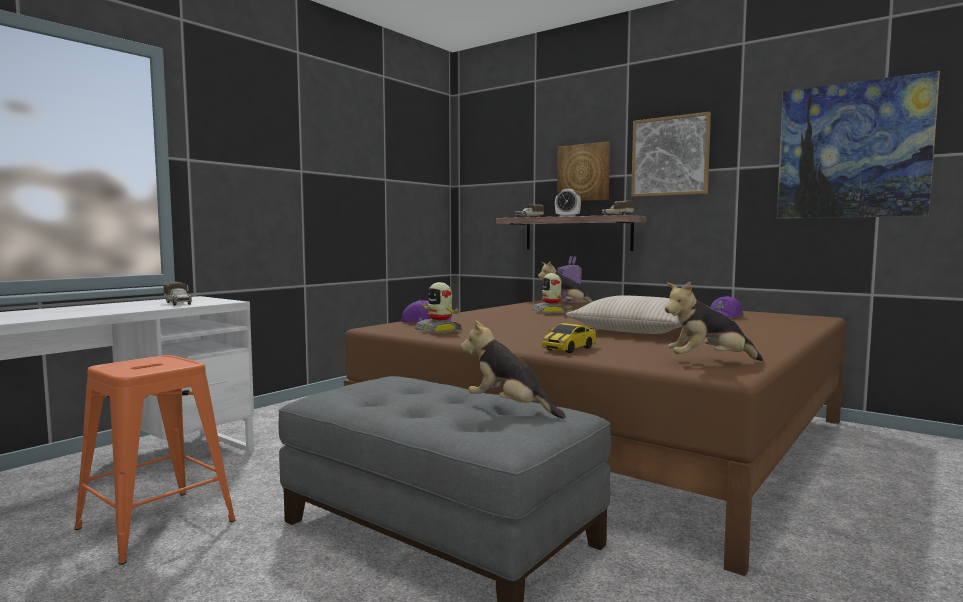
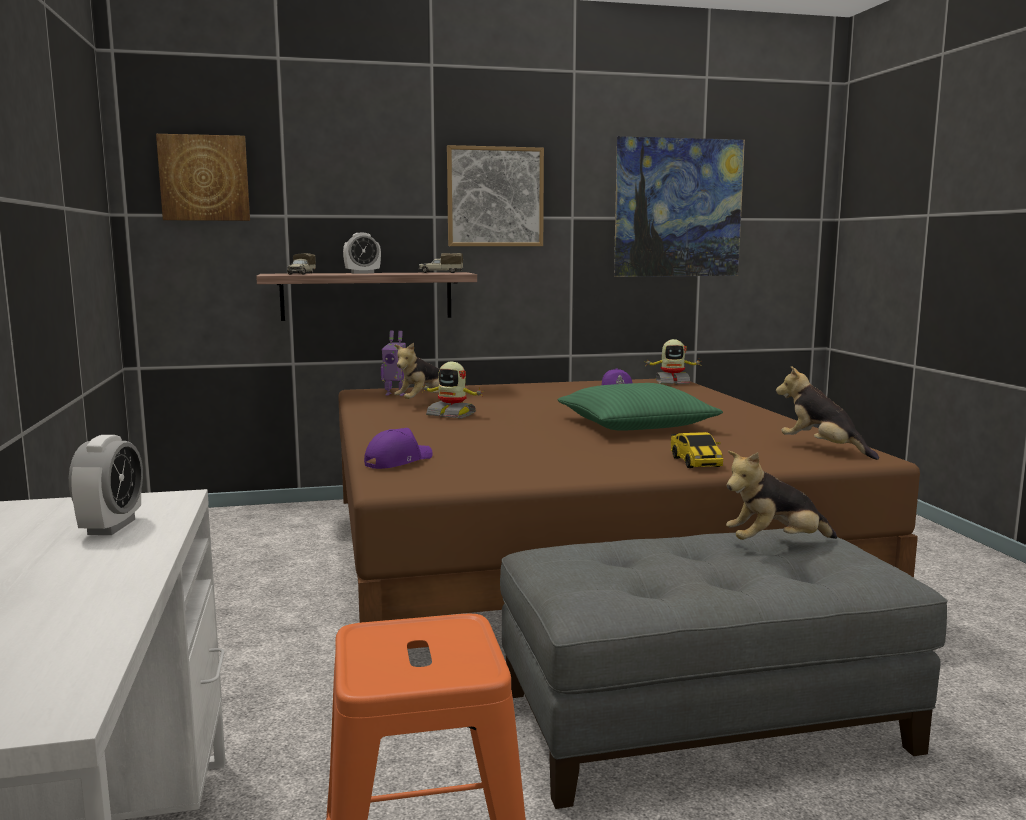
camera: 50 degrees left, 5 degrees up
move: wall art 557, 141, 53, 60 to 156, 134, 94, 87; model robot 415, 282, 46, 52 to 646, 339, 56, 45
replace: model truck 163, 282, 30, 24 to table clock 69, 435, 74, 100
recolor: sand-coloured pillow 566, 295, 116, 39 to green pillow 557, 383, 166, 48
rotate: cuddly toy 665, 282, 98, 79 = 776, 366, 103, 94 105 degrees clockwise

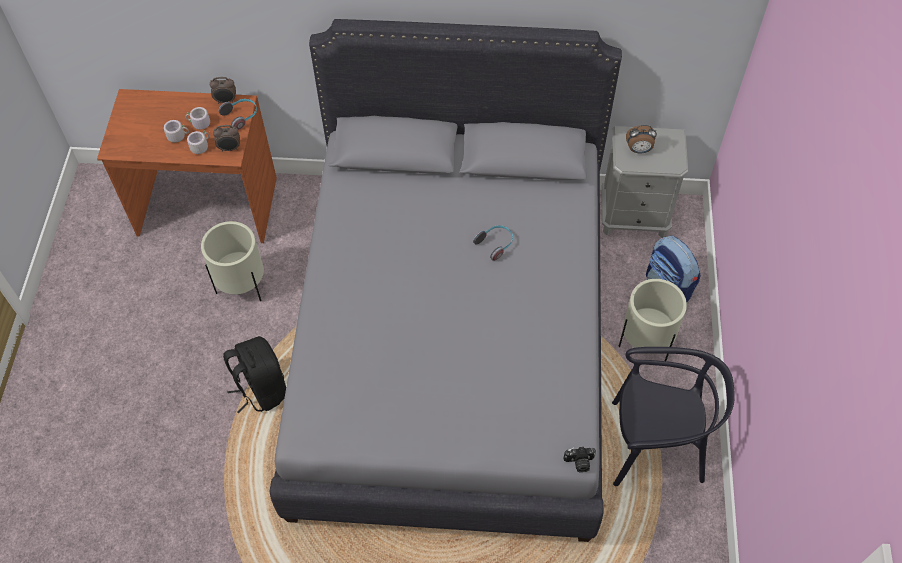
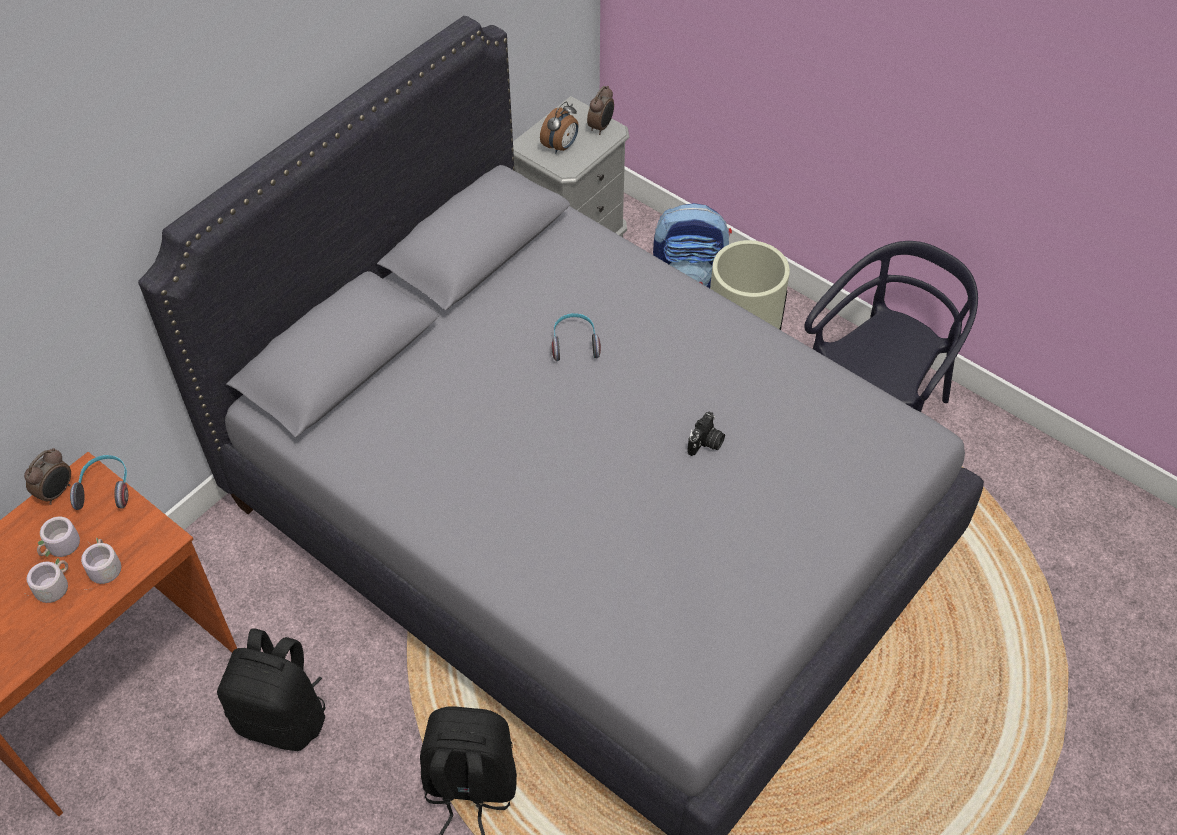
camera: 55 degrees left, 5 degrees down
move: table clock 213, 125, 27, 27 to 587, 86, 27, 49; photo camera 564, 447, 32, 26 to 687, 411, 38, 45
replace: sand-coloured planter 201, 221, 63, 80 to blackish rucksack 217, 628, 109, 123

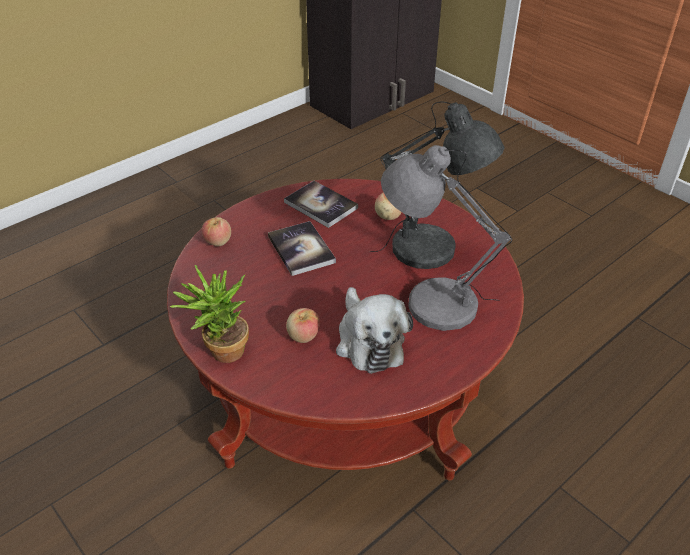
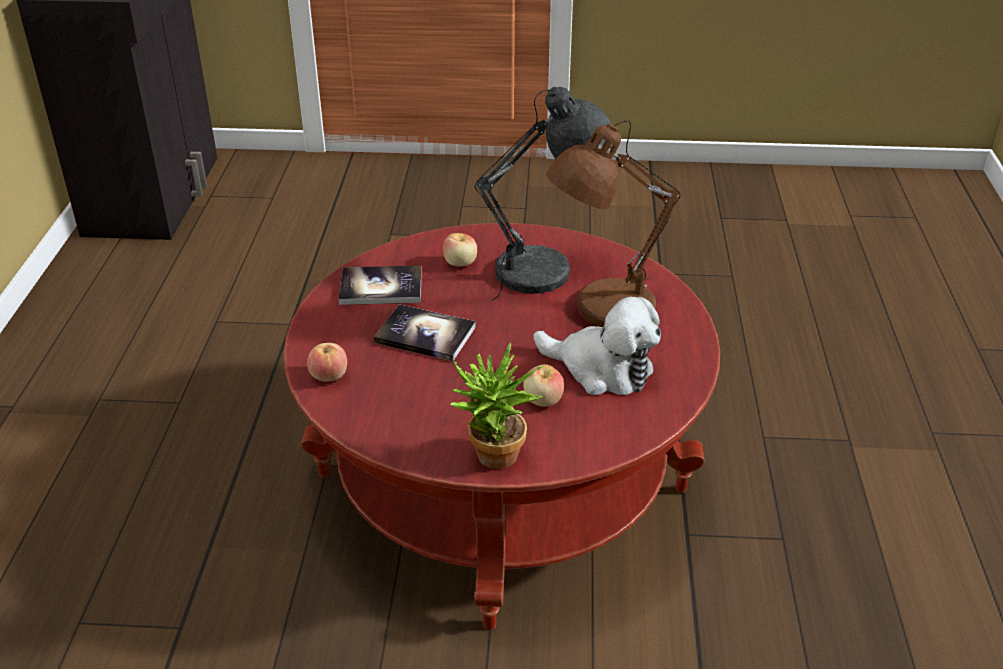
camera: 45 degrees left, 5 degrees down
recolor: grey table lamp 381, 145, 131, 186 to brown-coloured table lamp 546, 120, 135, 207

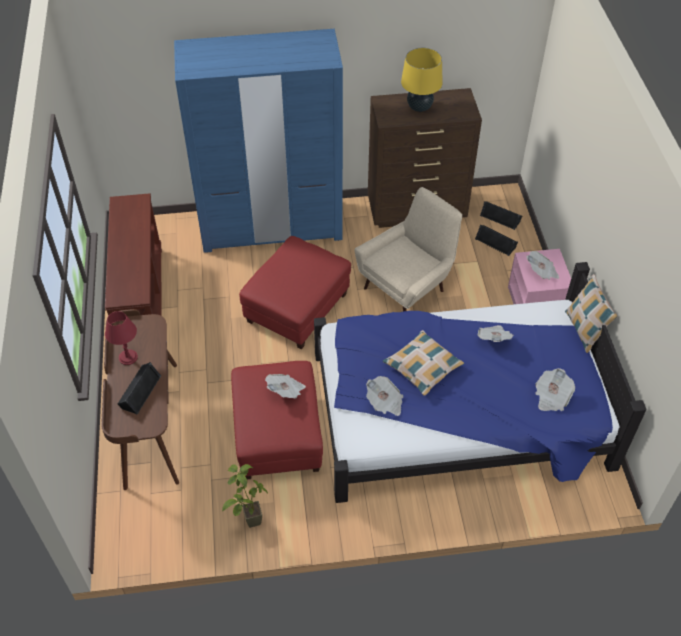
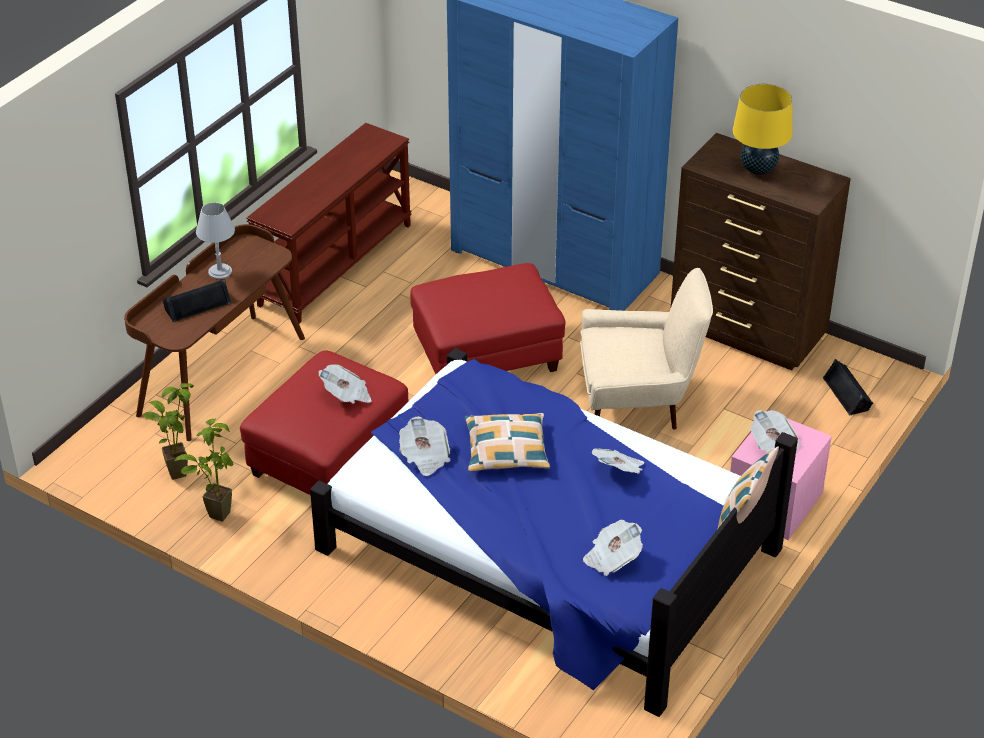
camera: 40 degrees right, 10 degrees down
delete: blackish loudspeaker 475, 225, 43, 31
insert: plant in a pot 143, 383, 51, 97
recolor: red-coloured table lamp 105, 311, 33, 54 to grey table lamp 196, 202, 39, 77

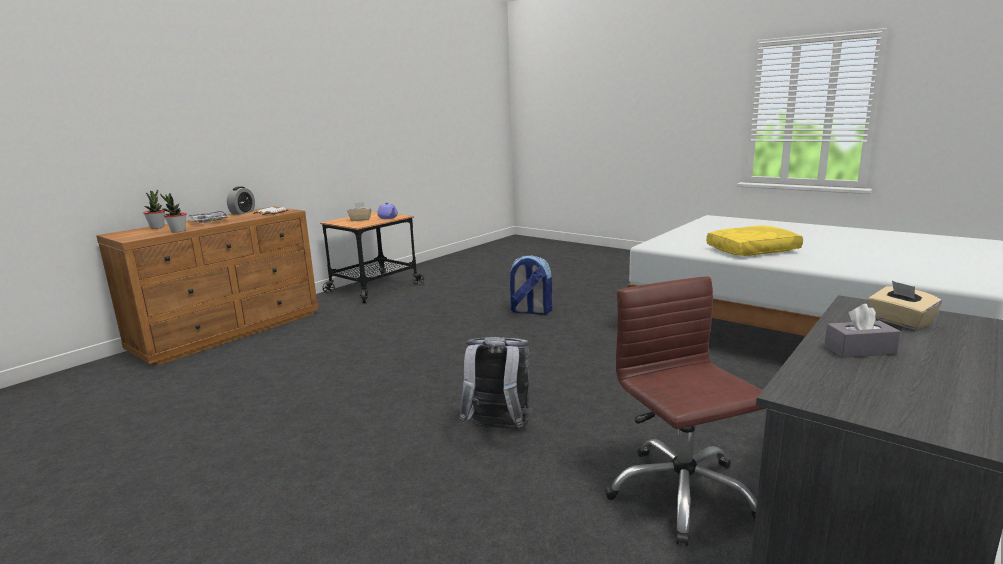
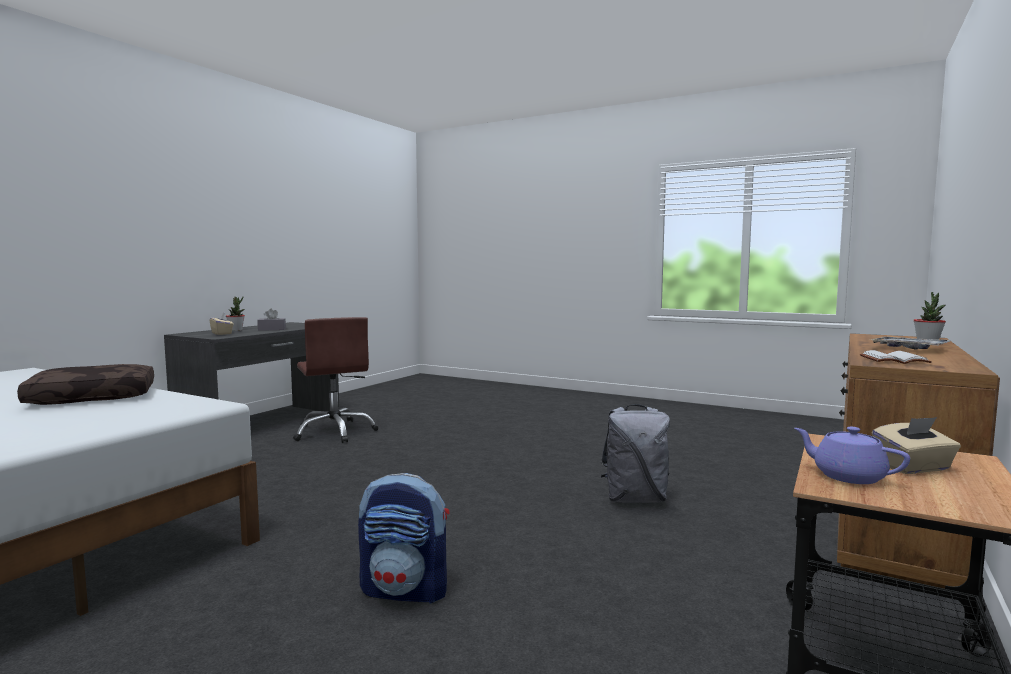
camera: 170 degrees right, 10 degrees down
delete: table clock 227, 187, 28, 28
move: plant in a pot 161, 193, 25, 40 to 226, 297, 19, 34; grey rucksack 459, 337, 74, 92 to 601, 404, 69, 99
recolor: yellow-coloured pillow 706, 225, 97, 31 to brown-coloured pillow 17, 364, 137, 41

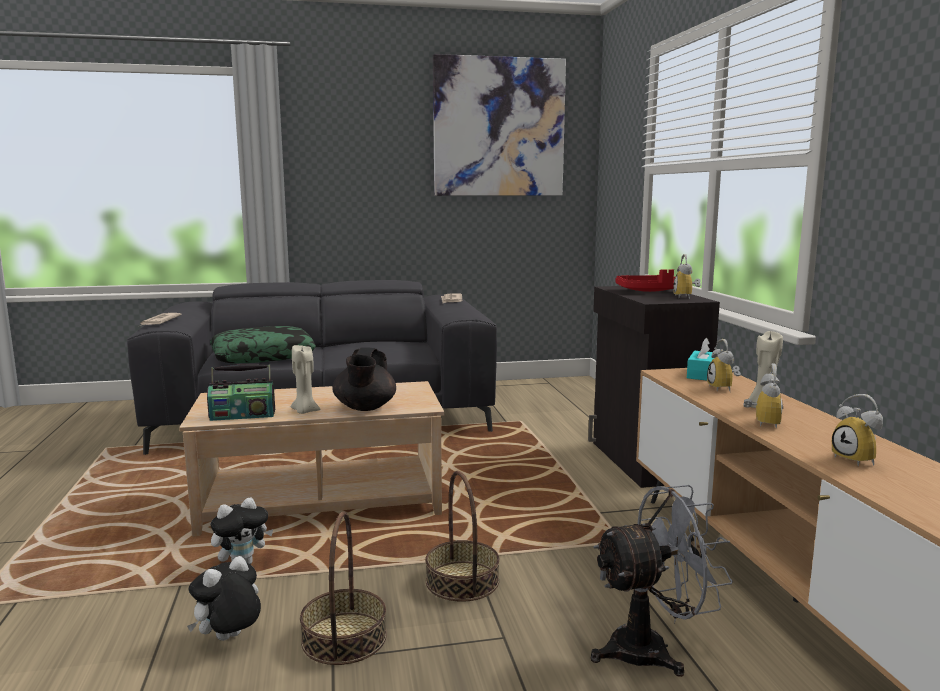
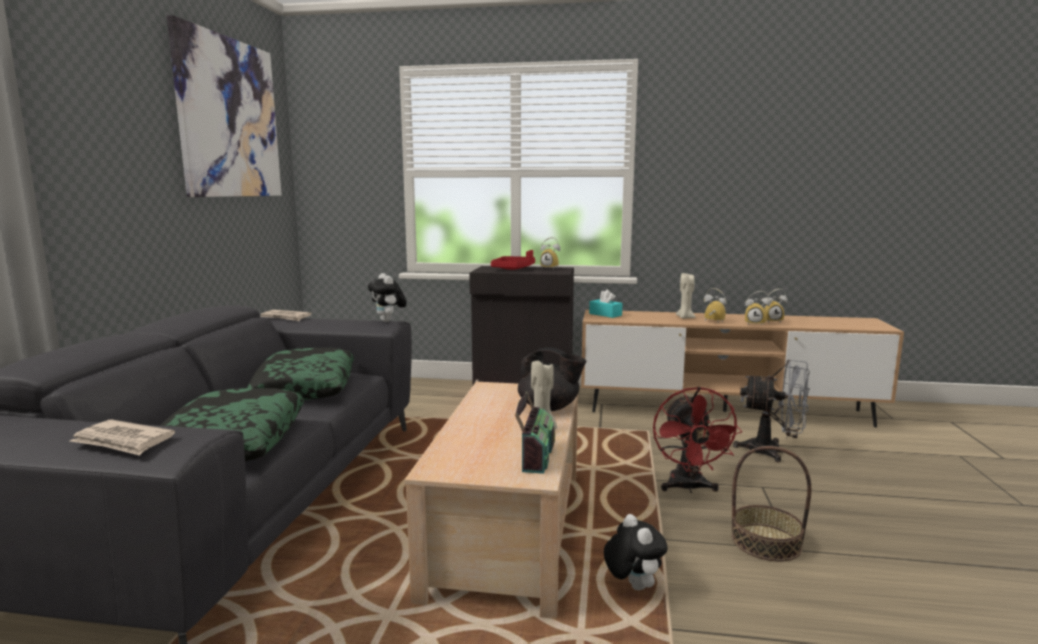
camera: 70 degrees left, 0 degrees up
insert: pillow 247, 348, 107, 52
move: cuddly toy 187, 556, 74, 85 to 368, 273, 39, 49; table clock 707, 339, 34, 52 to 745, 291, 25, 34
replace: household basket 425, 471, 74, 130 to red-coloured electric fan 653, 387, 89, 106
rotate: grey electric fan 591, 485, 142, 192 = 733, 360, 77, 102 105 degrees clockwise

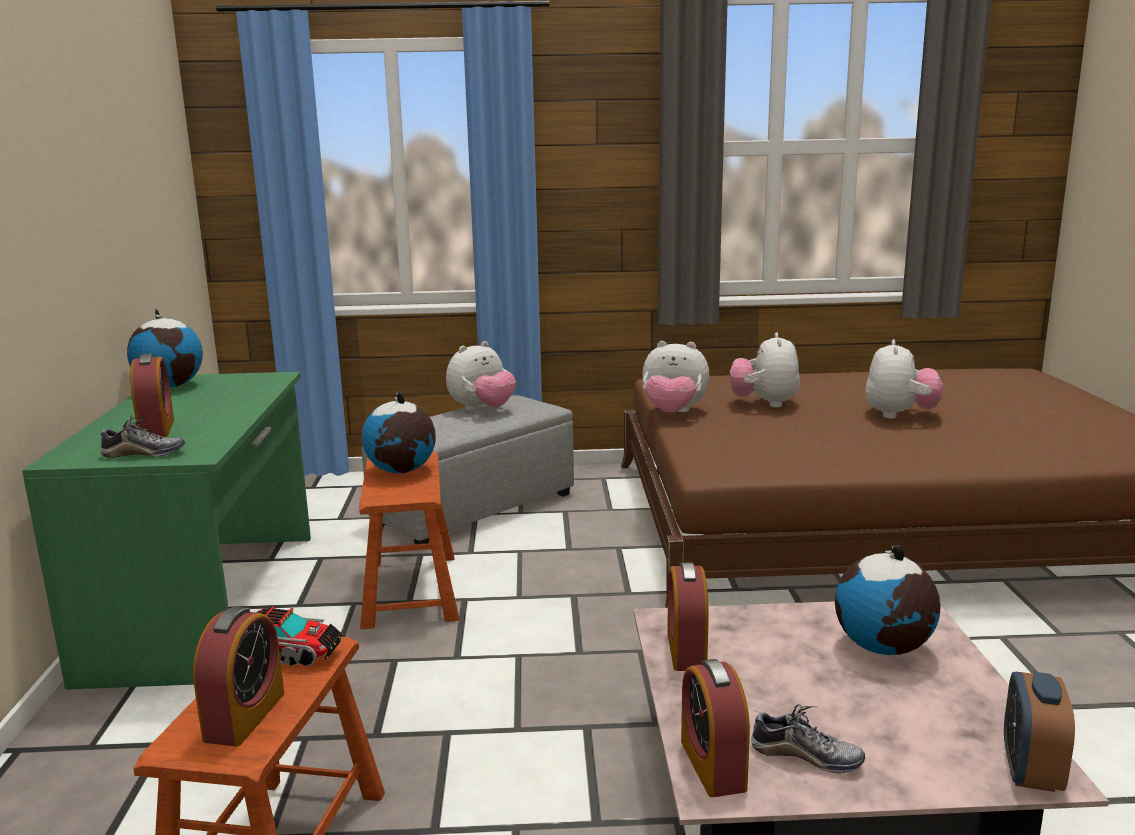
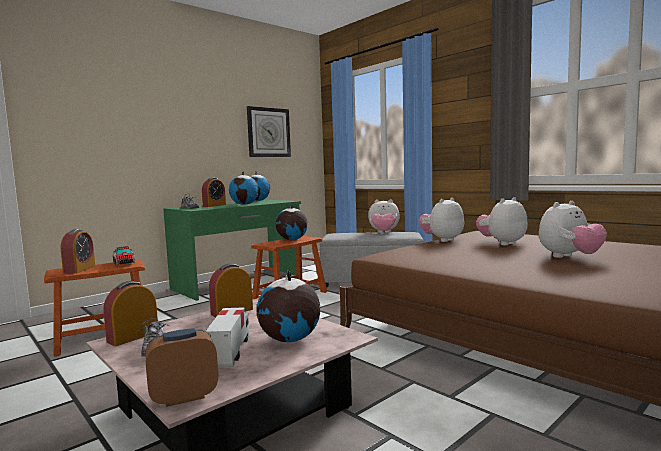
camera: 50 degrees right, 10 degrees down
insert: model truck 206, 307, 43, 61; desk globe 229, 171, 30, 34; clock on the wall 247, 106, 44, 51
rotate: table clock 193, 607, 91, 140 = 61, 229, 34, 45 60 degrees counterclockwise; cuddly toy 642, 341, 67, 72 = 419, 198, 45, 44 75 degrees clockwise

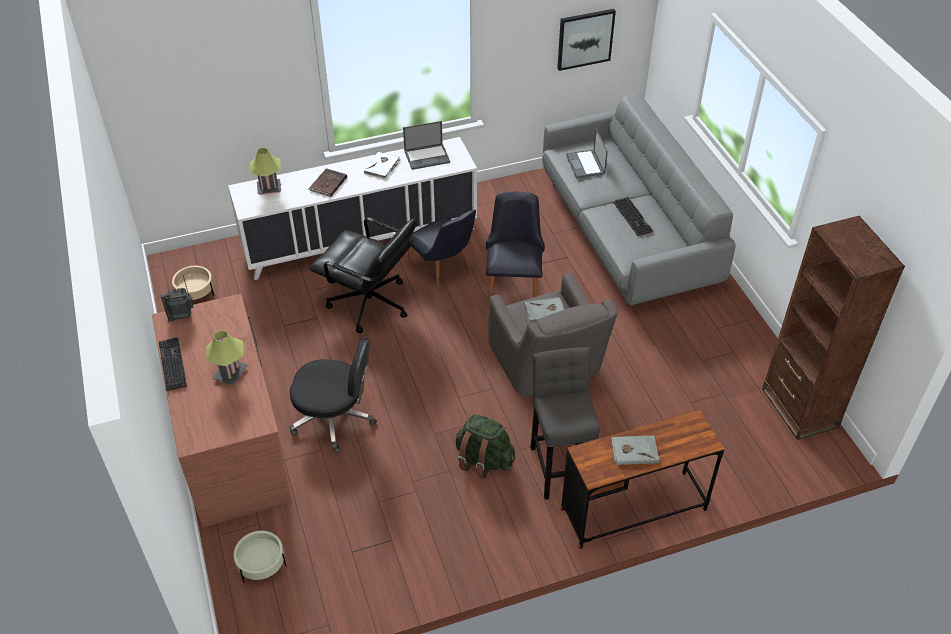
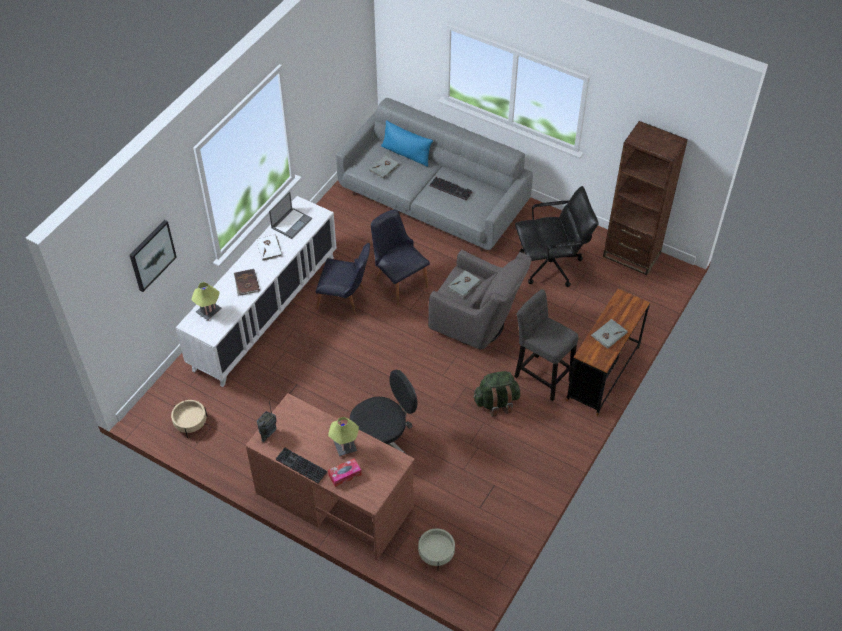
camera: 40 degrees left, 5 degrees up
insert: tissue holder 328, 458, 34, 29; blue pillow 381, 120, 52, 47
move: wall art 557, 9, 59, 62 to 130, 220, 47, 72; blackish computer chair 310, 217, 107, 116 to 515, 186, 84, 101
replace: notebook computer 566, 128, 42, 50 to grey volume 369, 156, 31, 23

